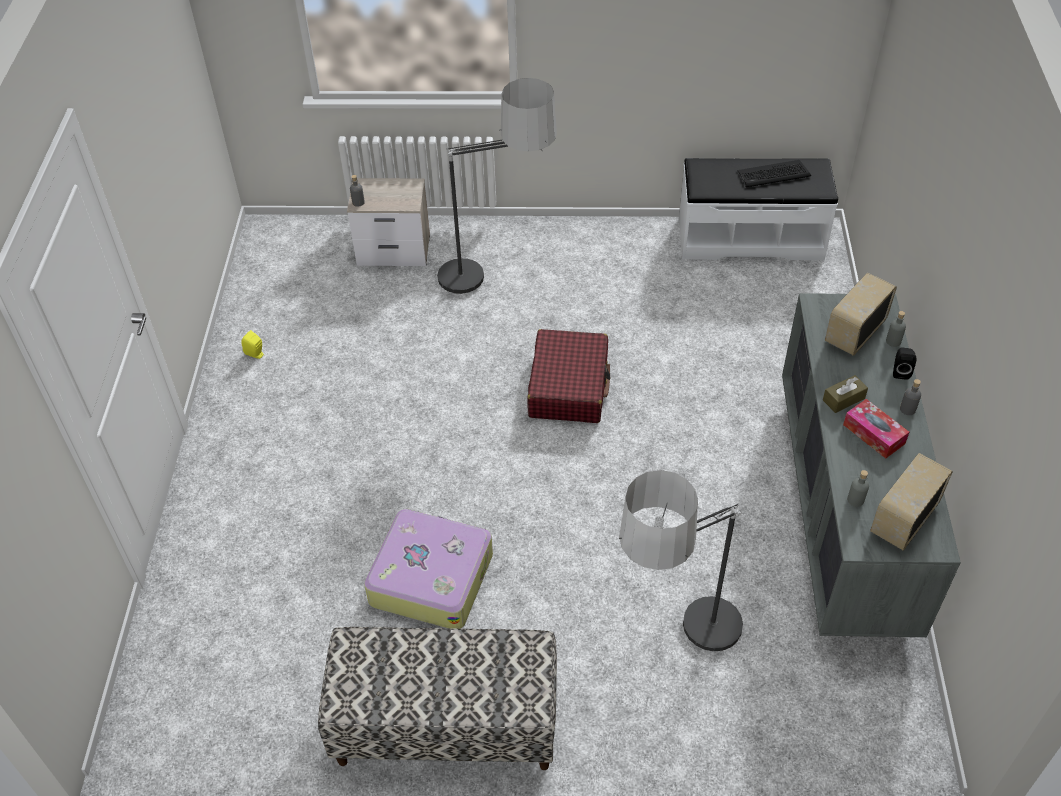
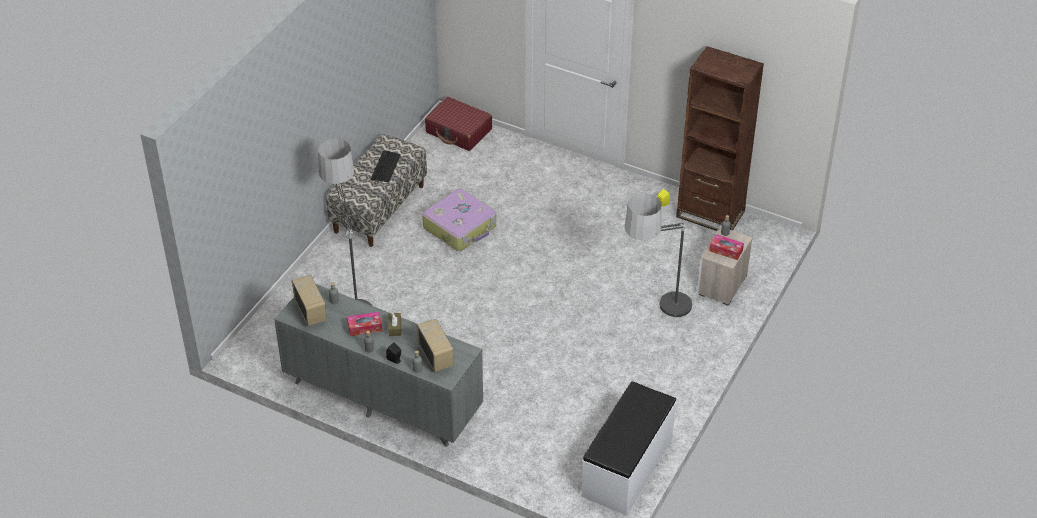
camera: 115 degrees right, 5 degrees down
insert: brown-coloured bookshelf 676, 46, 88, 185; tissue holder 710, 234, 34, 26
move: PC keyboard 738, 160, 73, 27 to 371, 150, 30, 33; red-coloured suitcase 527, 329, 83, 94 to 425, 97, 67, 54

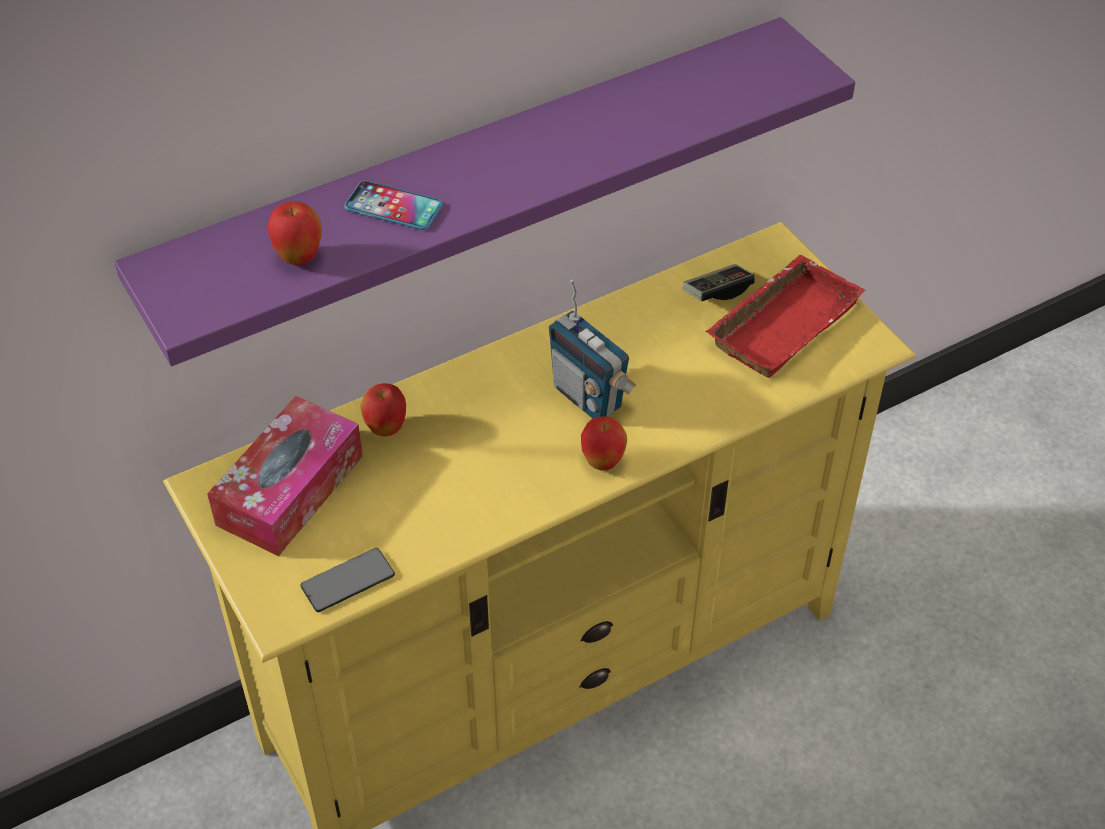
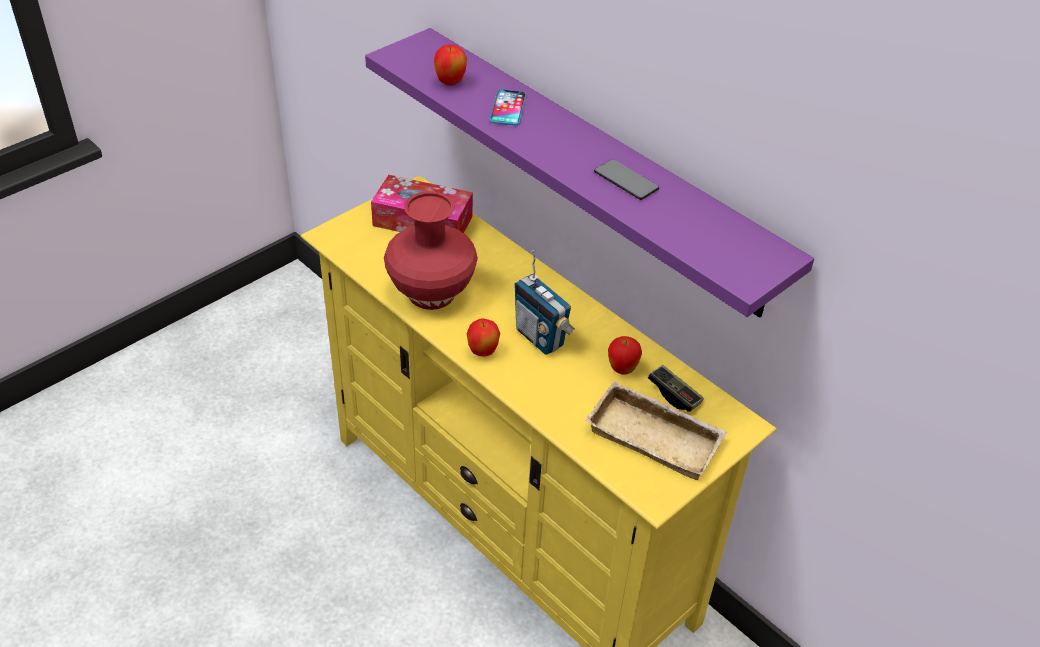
camera: 75 degrees right, 5 degrees down
insert: red-coloured decorative vase 384, 191, 94, 119
move: phone 300, 548, 95, 64 to 594, 159, 65, 41; apple 360, 383, 46, 53 to 608, 336, 34, 39
recolor: red-coloured carrying tray 705, 255, 160, 123 to sand-coloured carrying tray 585, 381, 142, 99
rotate: radio 549, 280, 87, 139 = 514, 250, 61, 105 75 degrees counterclockwise

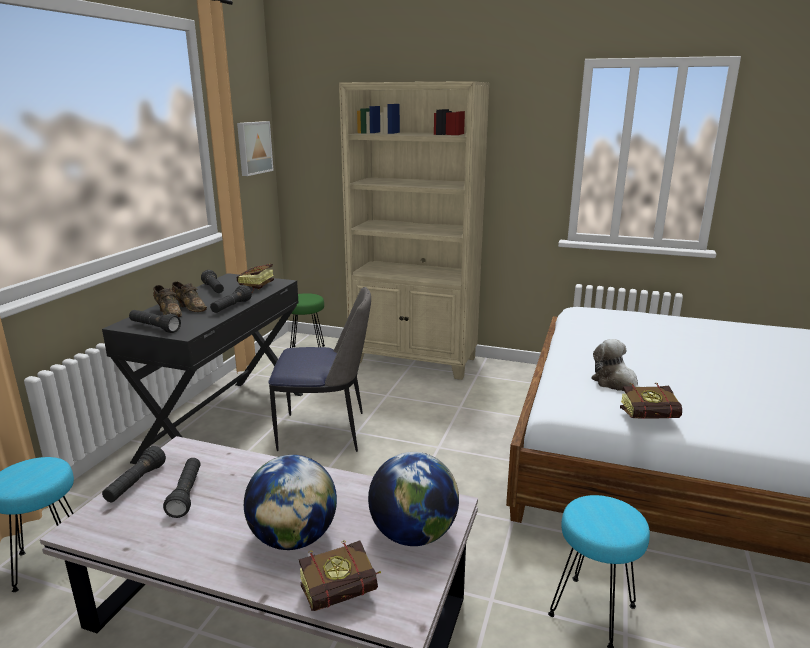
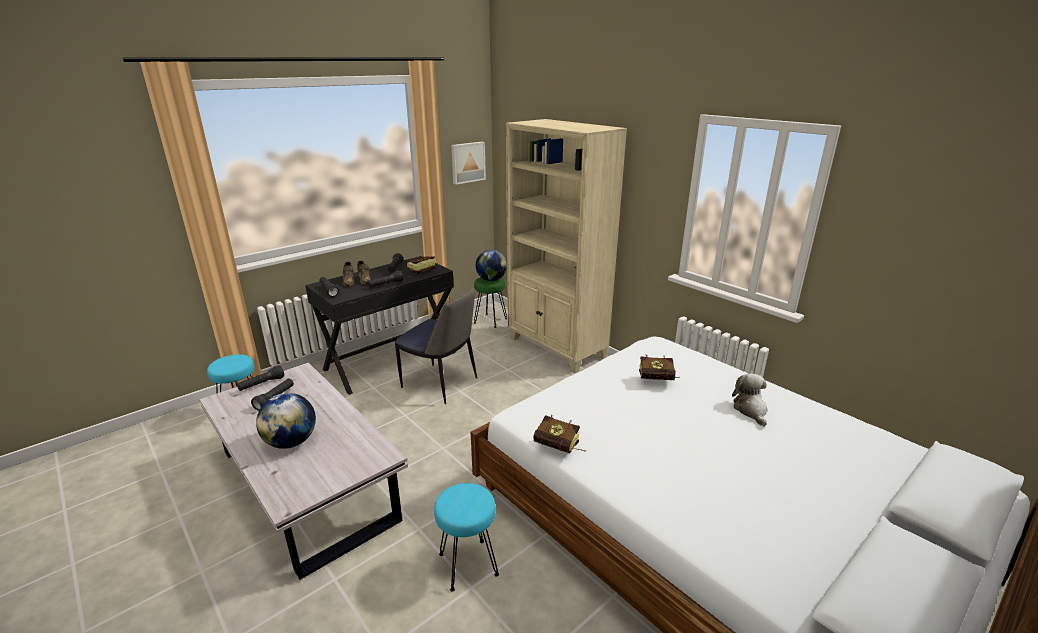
camera: 30 degrees right, 5 degrees up
move: desk globe 368, 452, 91, 94 to 476, 250, 31, 31; volume 299, 541, 82, 70 to 639, 355, 41, 25; cuddly toy 591, 339, 58, 54 to 732, 373, 36, 54

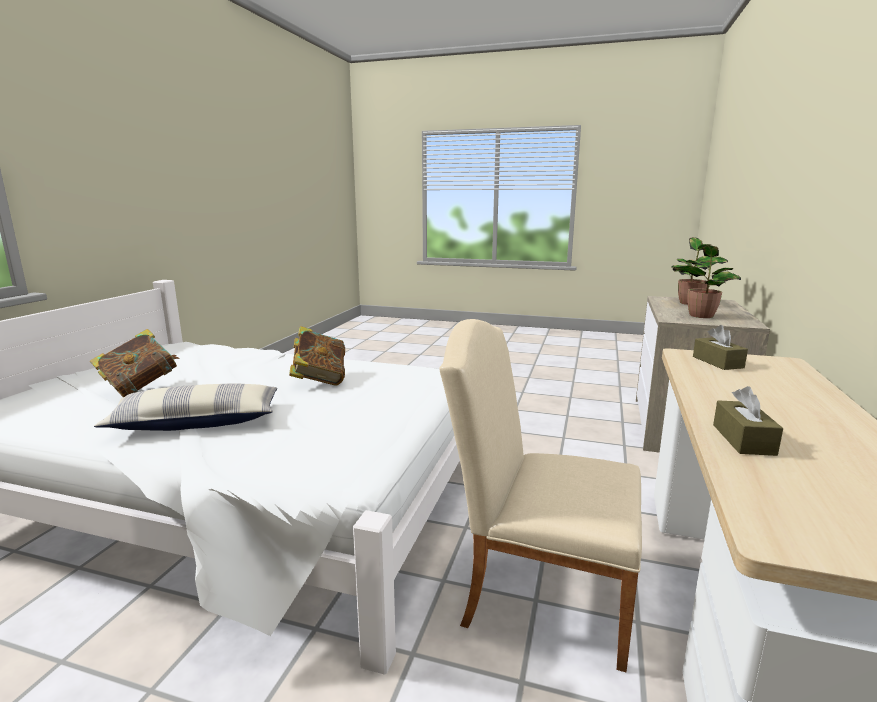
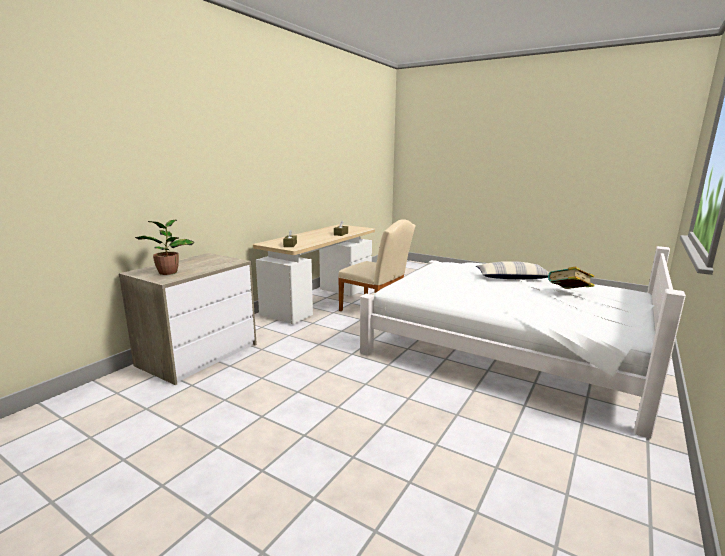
camera: 165 degrees left, 0 degrees up
delete: volume 289, 326, 56, 60; plant in a pot 673, 245, 68, 73

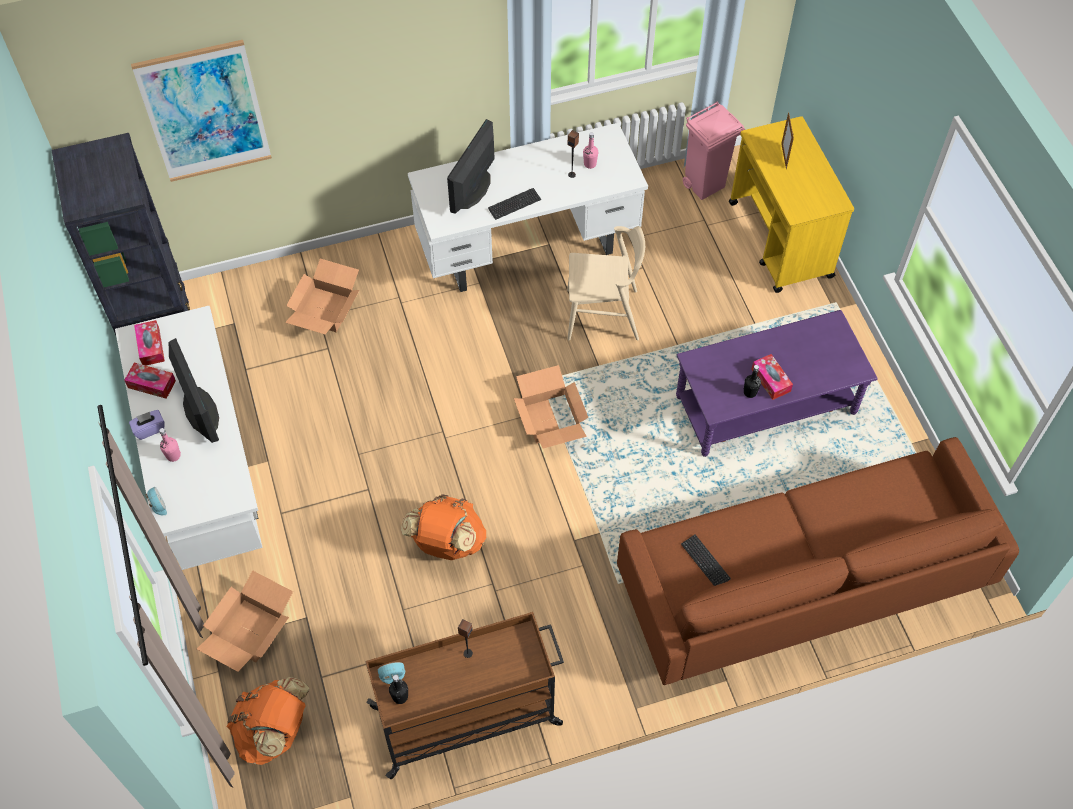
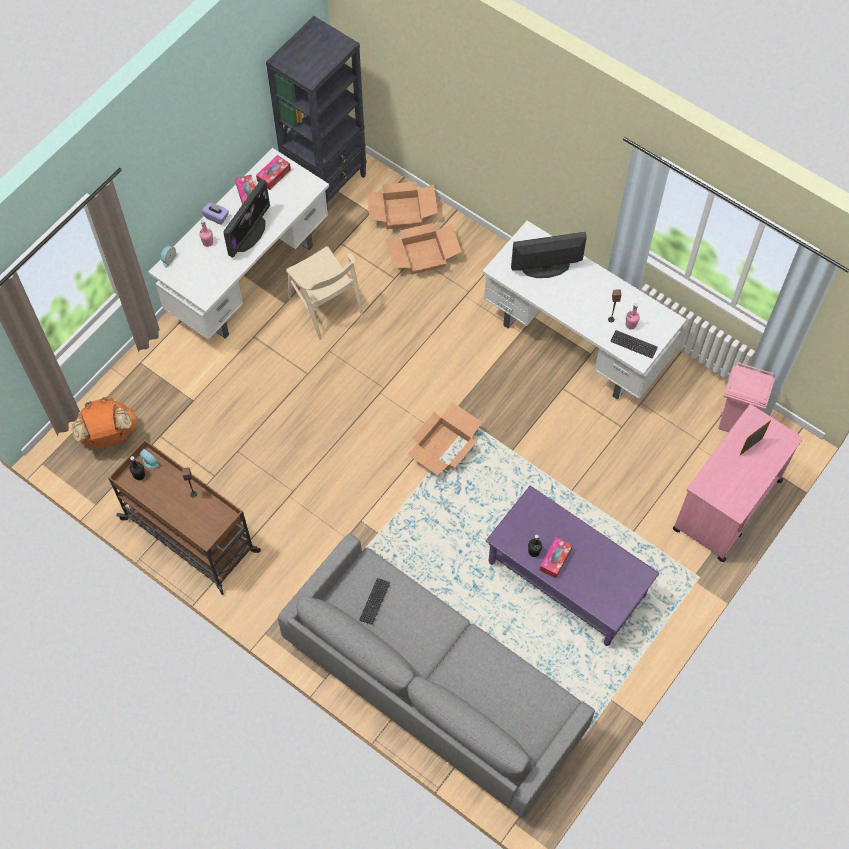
camera: 55 degrees right, 5 degrees up
delete: wall art 131, 40, 141, 142; orange rucksack 401, 495, 85, 65
move: sand-coloured upright chair 567, 226, 78, 115 to 286, 246, 77, 94; packing box 197, 570, 96, 102 to 366, 182, 72, 47; PC keyboard 488, 188, 53, 32 to 610, 330, 48, 29
recolor: brown-coloured settee 617, 437, 402, 248 to grey settee 278, 533, 317, 285; yellow-coloured trolley 729, 116, 125, 177 to pink trolley 673, 404, 130, 158

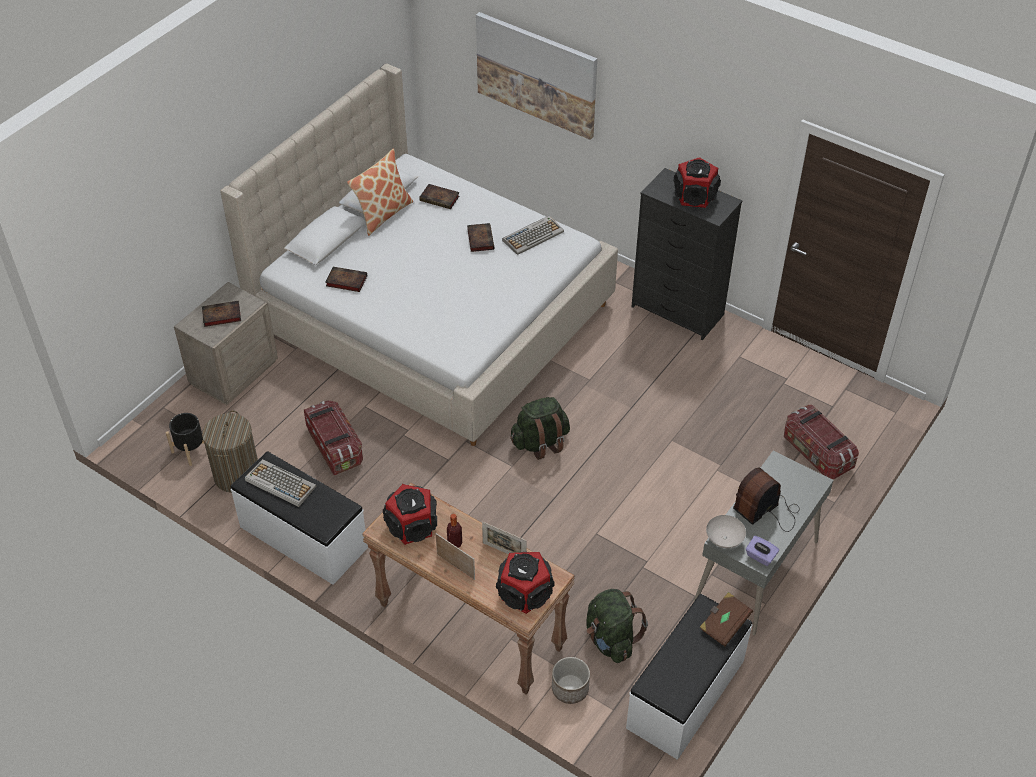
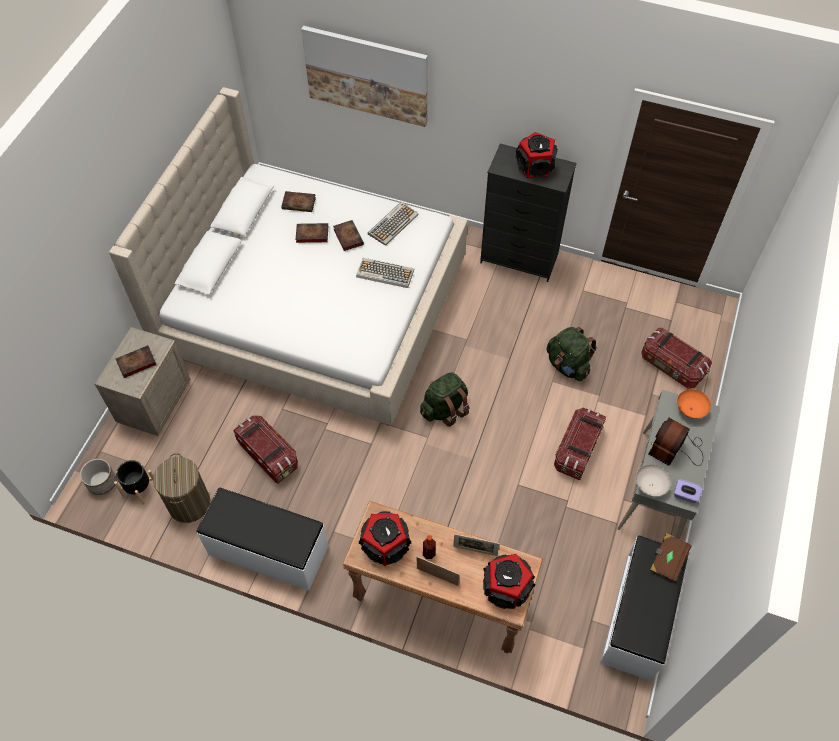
camera: 15 degrees left, 10 degrees up
delete: pillow 347, 148, 66, 88
insert: storage container 554, 408, 52, 72; orange bowl 677, 389, 34, 30
move: planter 552, 657, 38, 47 to 80, 459, 36, 36; volume 325, 267, 42, 25 to 296, 223, 32, 20; PC keyboard 245, 459, 72, 48 to 356, 258, 58, 30; green rucksack 586, 589, 62, 74 to 547, 327, 50, 54

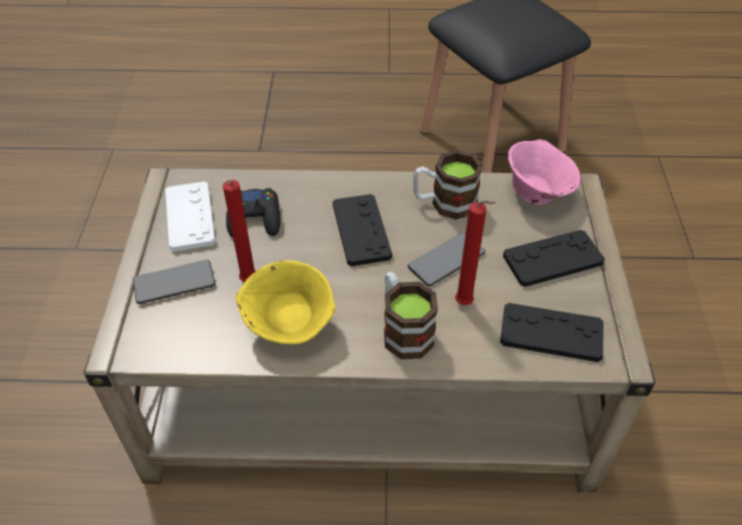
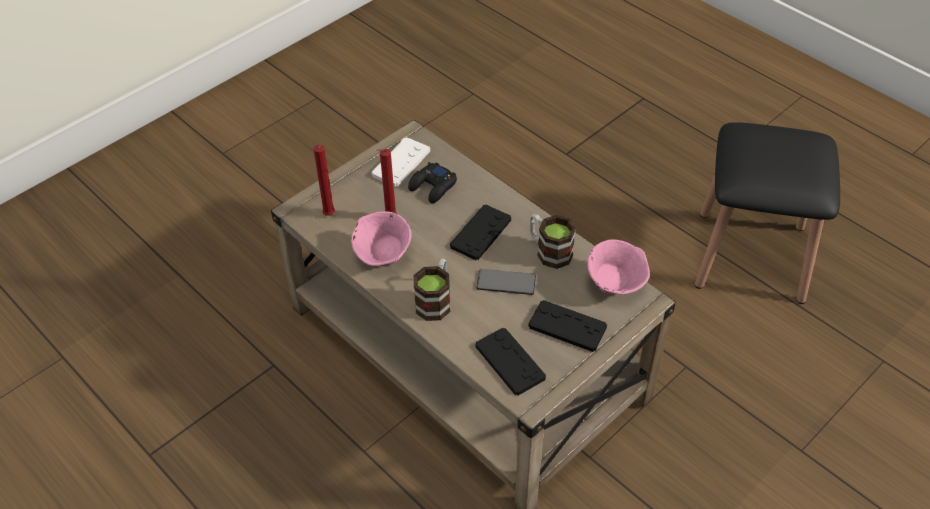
camera: 45 degrees right, 0 degrees up
delete: phone 133, 260, 82, 44
move: red-coloured wax candle 455, 200, 41, 105 to 314, 145, 21, 71
recolor: yellow-coloured bowl 236, 260, 100, 84 to pink bowl 351, 211, 60, 55

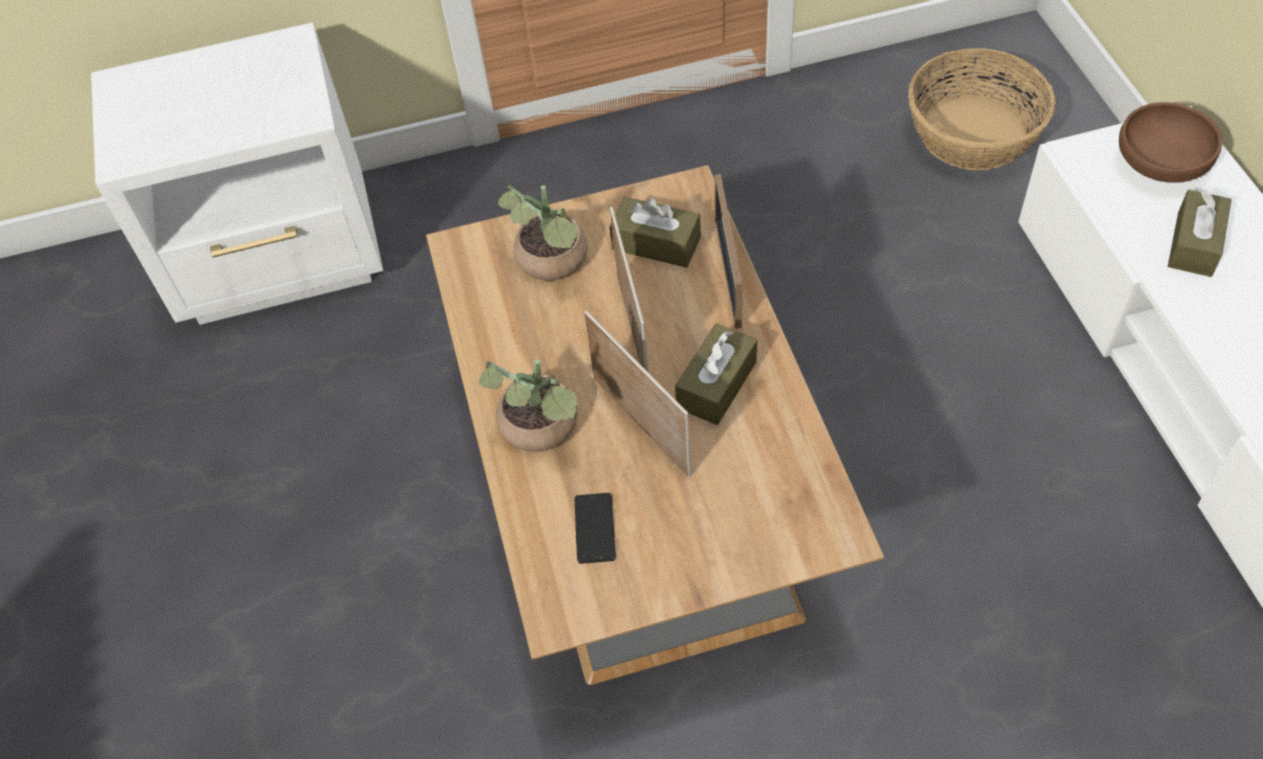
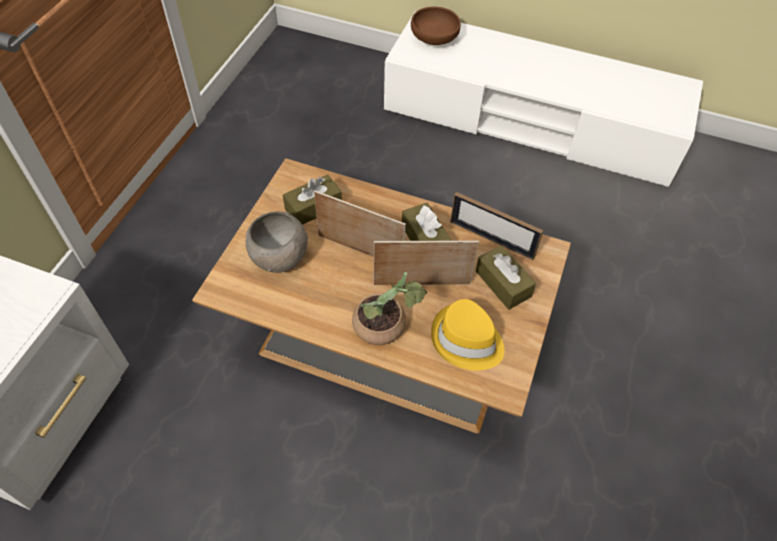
camera: 60 degrees left, 0 degrees up
delete: household basket 908, 48, 148, 122
move: photo frame 715, 174, 27, 155 to 450, 192, 94, 68; brown-coloured tissue holder 1168, 190, 64, 87 to 476, 245, 60, 65
replace: plant in a pot 498, 185, 90, 96 to grey bowl 246, 212, 62, 61; phone 574, 493, 42, 71 to yellow-coloured clothing hat 431, 299, 73, 72

